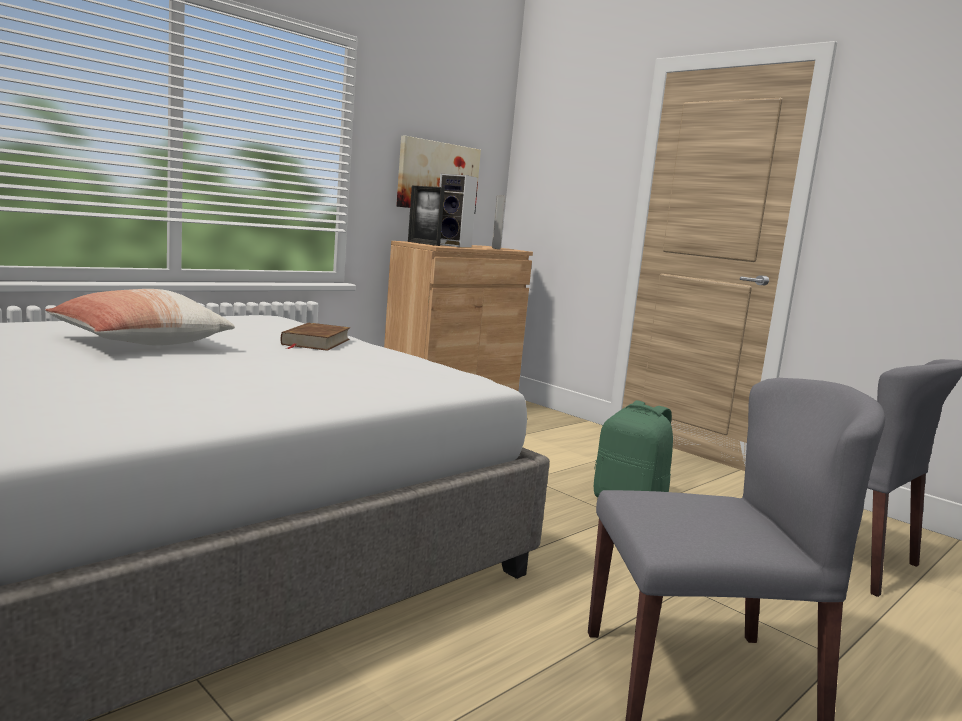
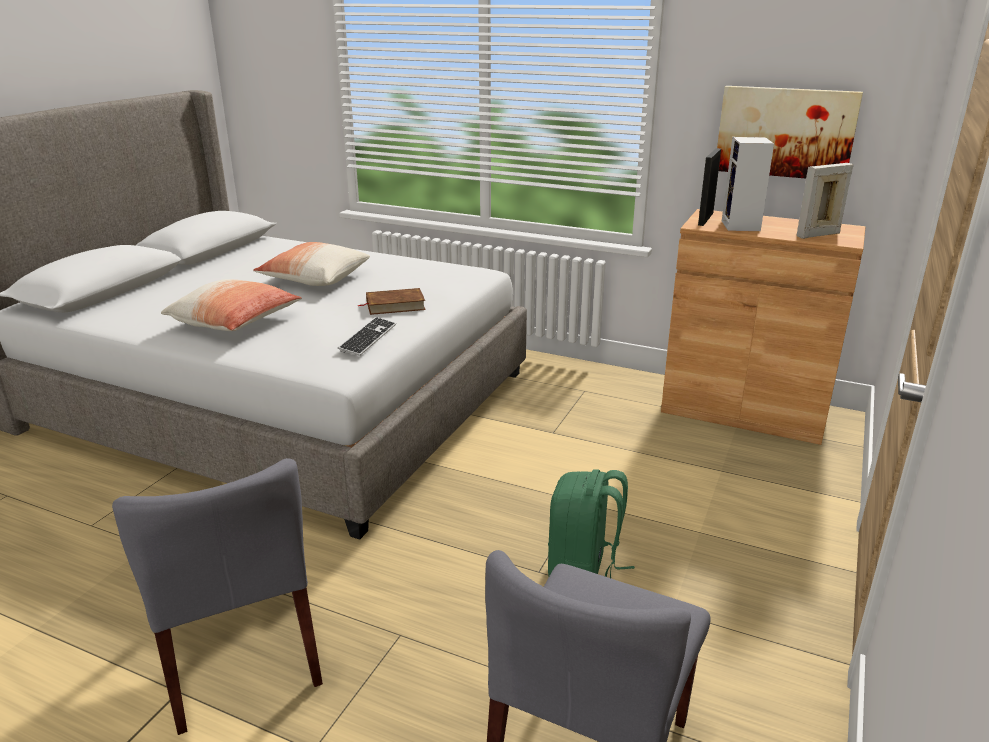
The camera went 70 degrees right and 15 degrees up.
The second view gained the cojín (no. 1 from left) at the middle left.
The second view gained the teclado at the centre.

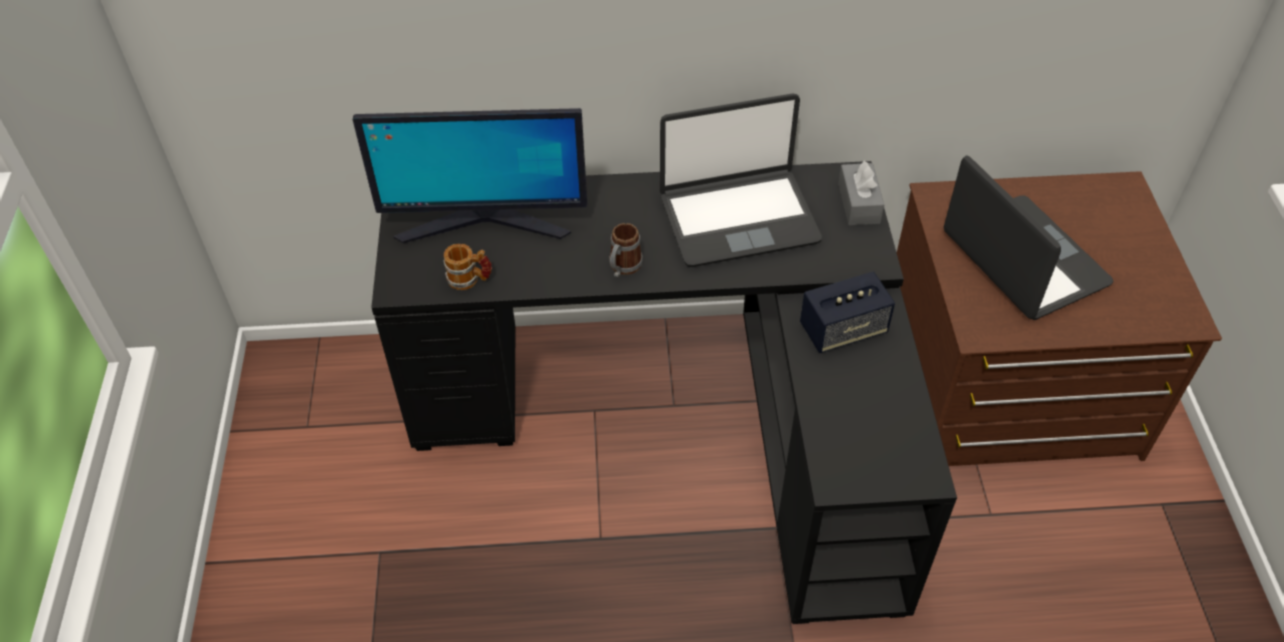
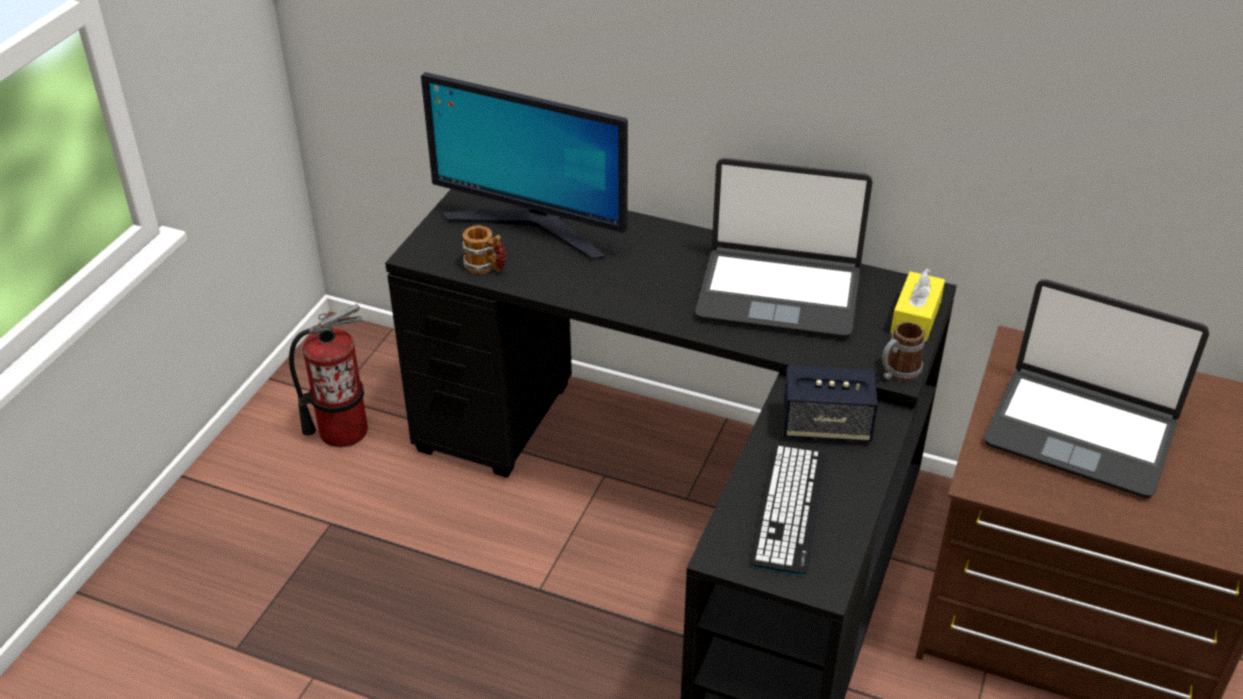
The camera went 25 degrees right and 10 degrees down.
The portátil (no. 2 from left) at the middle right ended up facing another way, 120 degrees clockwise from before.
What was the caja de pañuelos [gris] at the top right turned into the caja de pañuelos [amarillo] at the middle right.
The taza grande (no. 2 from left) ended up elsewhere, having gone from the centre to the middle right.
The second view gained the extintor at the middle left.
The second view gained the teclado at the bottom centre.

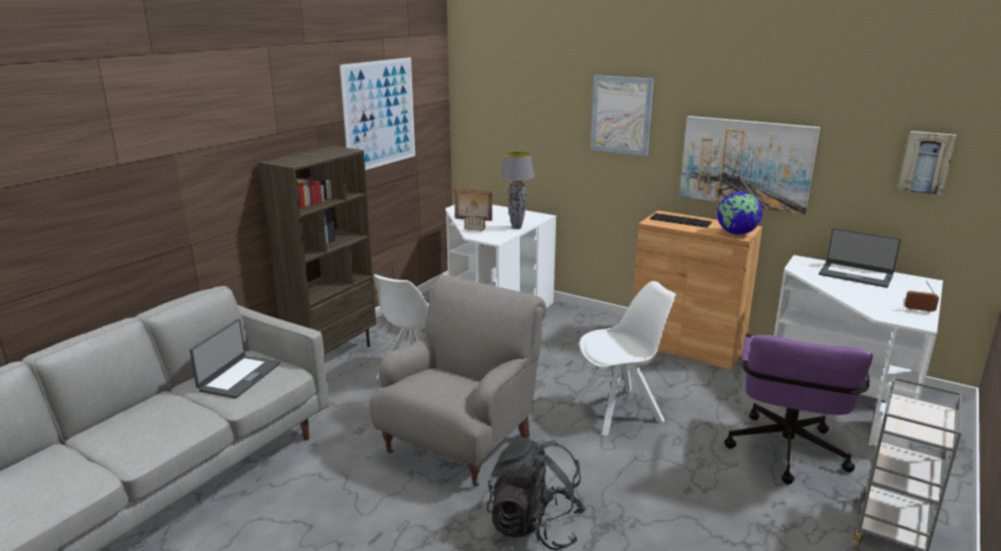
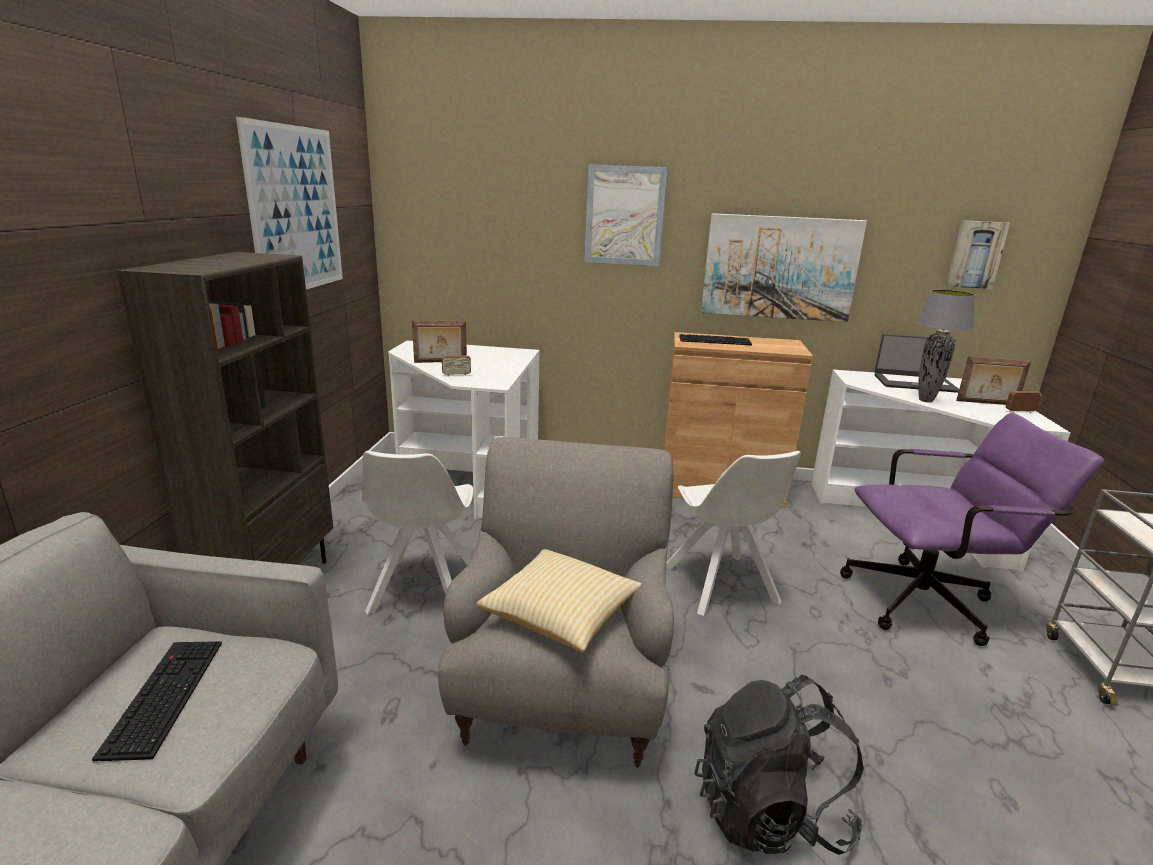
The camera went 25 degrees left and 0 degrees up.
The lámpara de mesa [gris] ended up elsewhere, having gone from the centre to the middle right.
The second view lost the globo terráqueo at the middle right.
The silla [blanco] (no. 2 from left) at the centre ended up facing another way, 120 degrees clockwise from before.
Where the portátil (no. 1 from left) stood at the middle left, the teclado (no. 1 from left) came to stand at the bottom left.
The silla de oficina [morado] at the bottom right ended up facing another way, 90 degrees counterclockwise from before.
The second view gained the portarretratos (no. 2 from left) at the middle right.
The second view gained the cojín at the bottom centre.

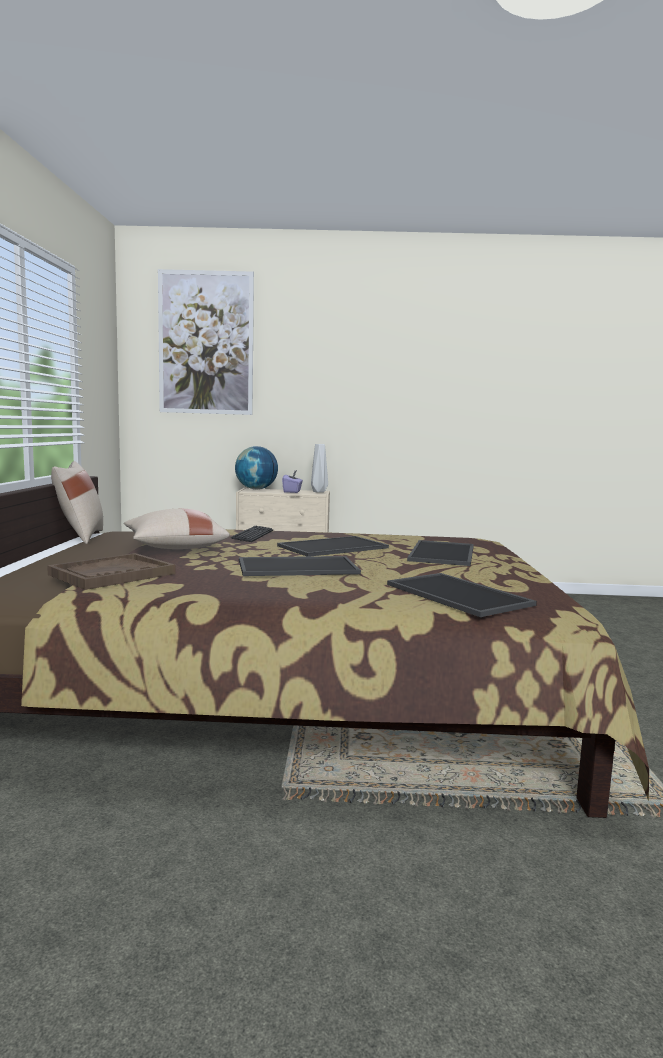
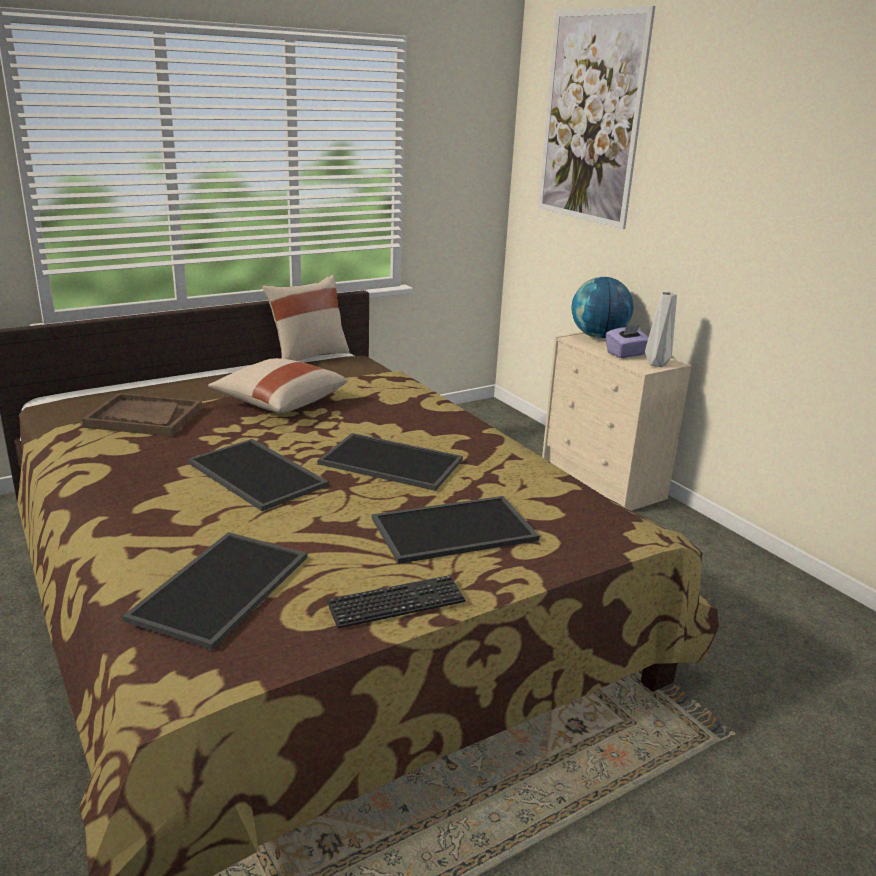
The camera went 55 degrees right and 15 degrees up.
The teclado ended up elsewhere, having gone from the centre to the bottom centre.

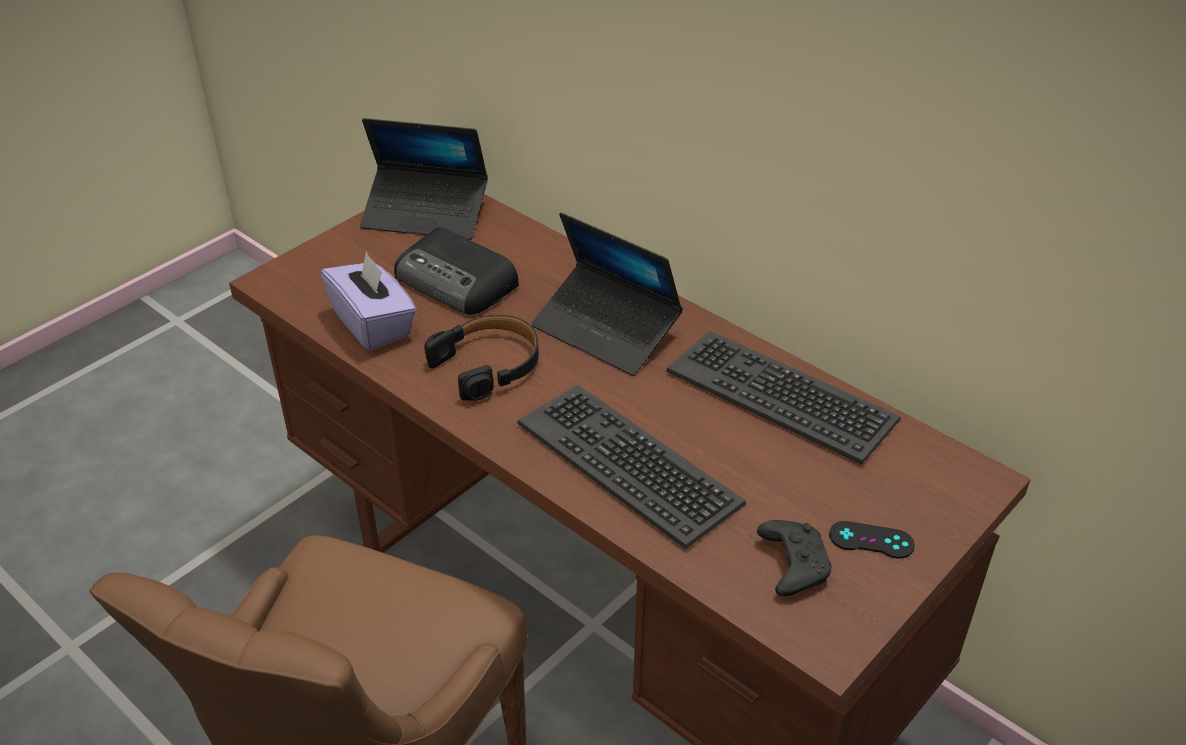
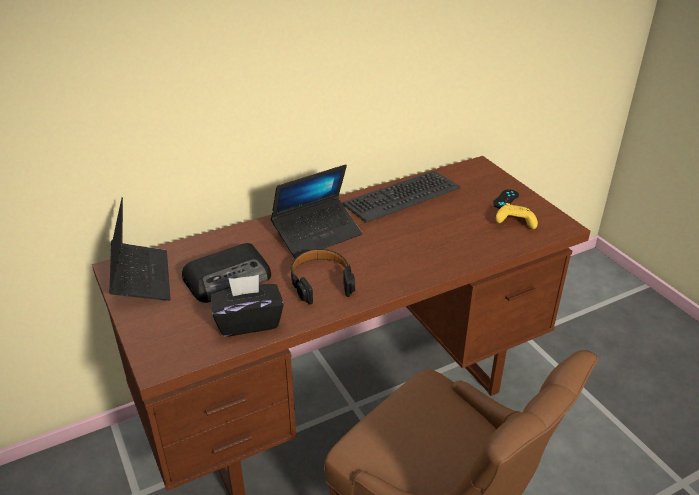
The camera went 70 degrees left and 5 degrees down.
The portátil (no. 1 from left) at the top centre ended up facing another way, 45 degrees counterclockwise from before.
What was the caja de pañuelos [morado] at the middle left turned into the caja de pañuelos [negro] at the centre.
The second view lost the teclado (no. 1 from left) at the centre.
What was the mando de consola [negro] (no. 1 from left) at the bottom right turned into the mando de consola [amarillo] at the middle right.

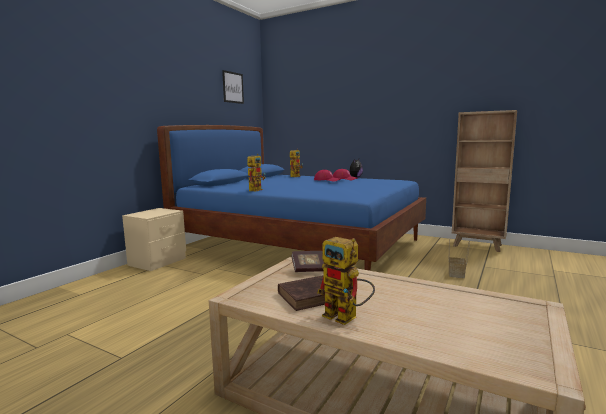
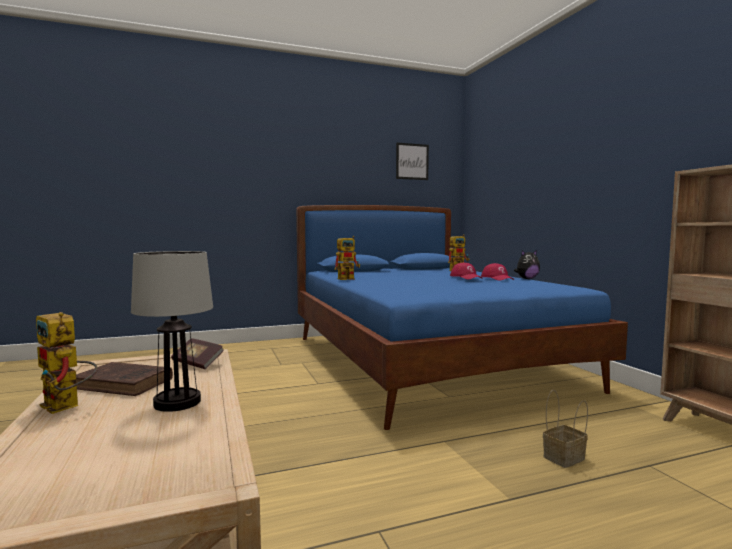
The camera went 40 degrees right and 5 degrees down.
The second view lost the mesita de noche [beis] at the middle left.
The robot de juguete (no. 3 from left in the first image) at the bottom centre ended up facing another way, 45 degrees counterclockwise from before.
The second view gained the lámpara de mesa at the middle left.

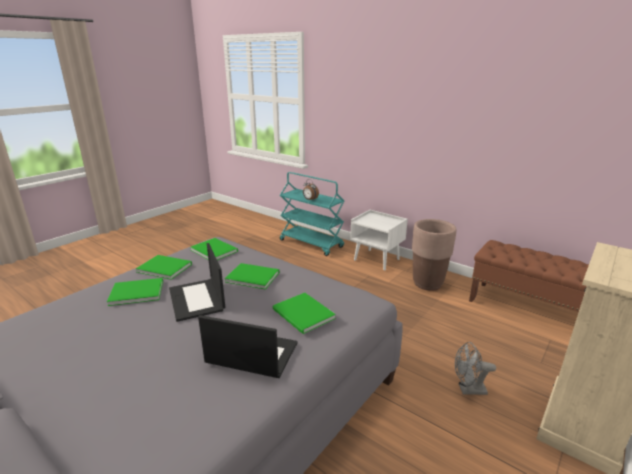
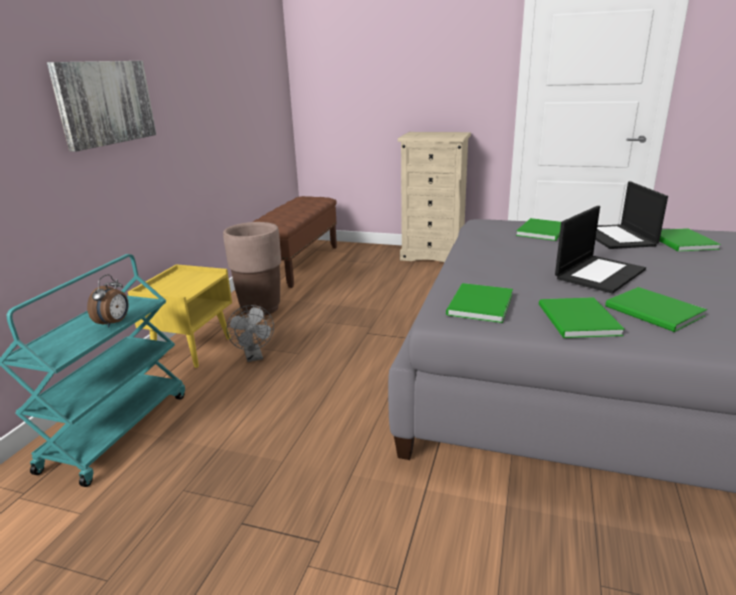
The camera went 110 degrees left and 0 degrees up.
What was the mesita de noche [blanco] at the centre turned into the mesita de noche [amarillo] at the middle left.
The libro [verde] (no. 4 from left in the first image) ended up elsewhere, having gone from the centre to the middle right.
The ventilador [gris] ended up elsewhere, having gone from the bottom right to the centre.
The second view gained the cuadro at the top left.

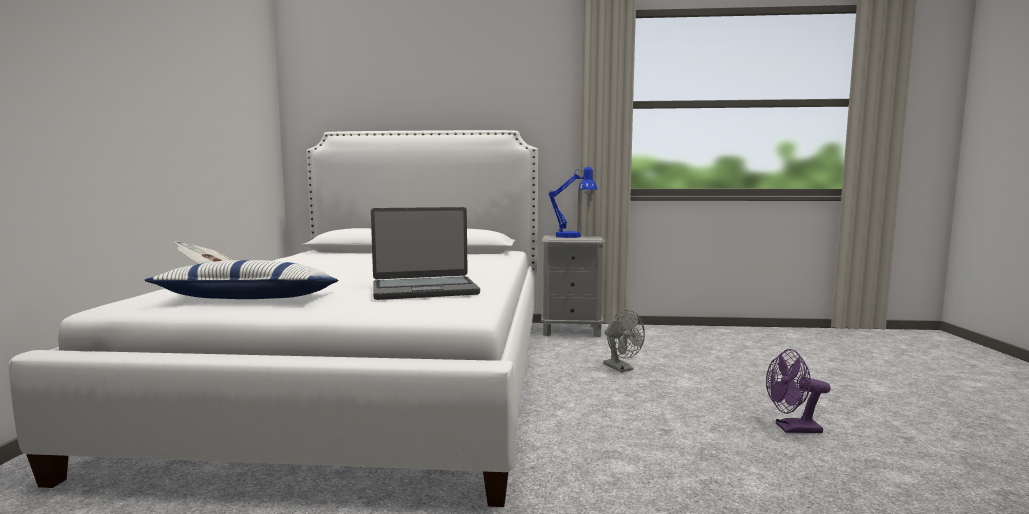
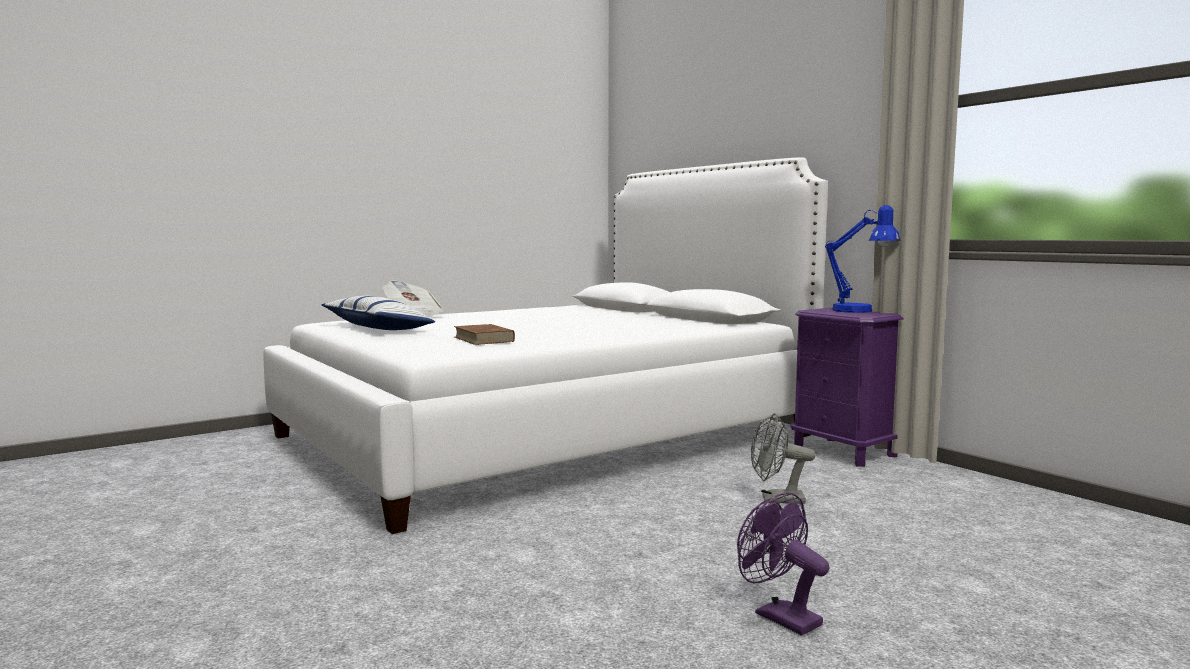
The camera went 50 degrees right and 0 degrees up.
Where the portátil stood at the centre, the libro [marrón] came to stand at the centre.
What was the mesita de noche [gris] at the centre turned into the mesita de noche [morado] at the middle right.
The ventilador [gris] at the centre ended up facing another way, 75 degrees clockwise from before.

